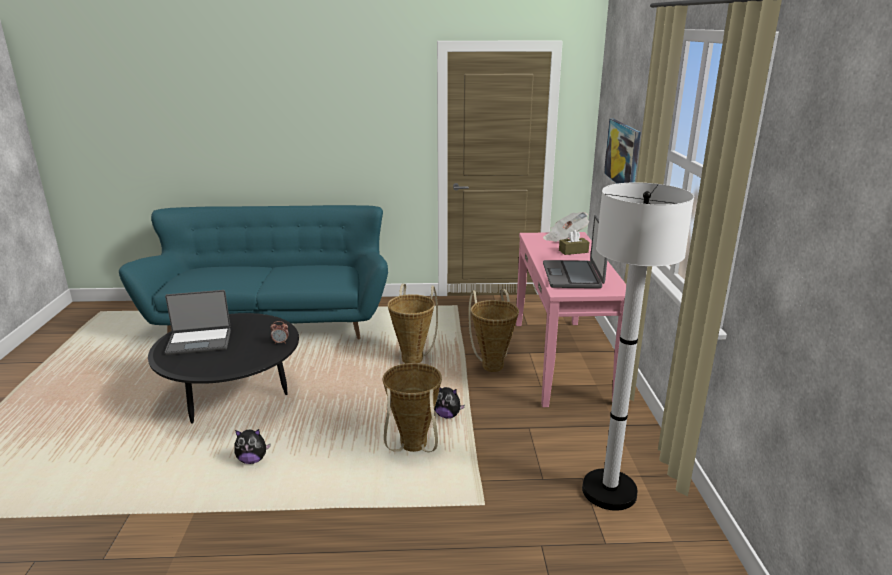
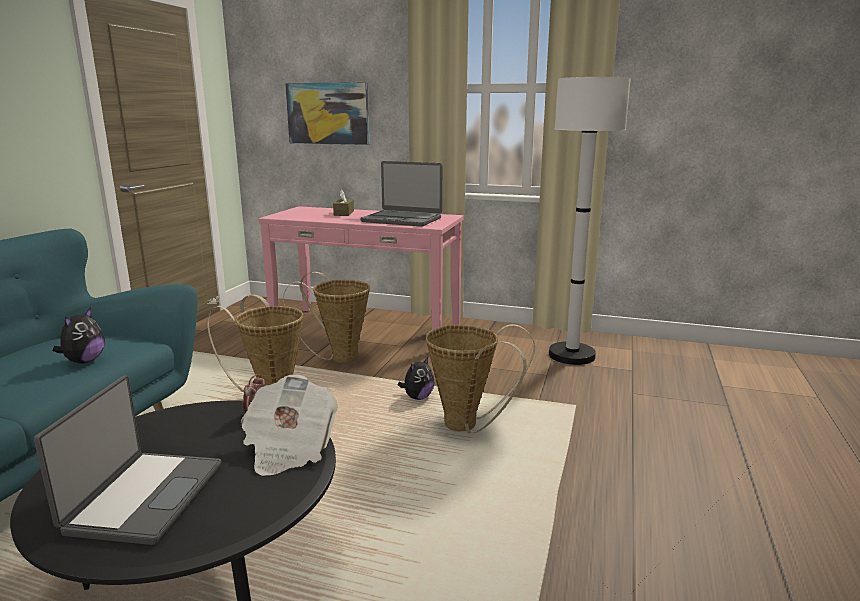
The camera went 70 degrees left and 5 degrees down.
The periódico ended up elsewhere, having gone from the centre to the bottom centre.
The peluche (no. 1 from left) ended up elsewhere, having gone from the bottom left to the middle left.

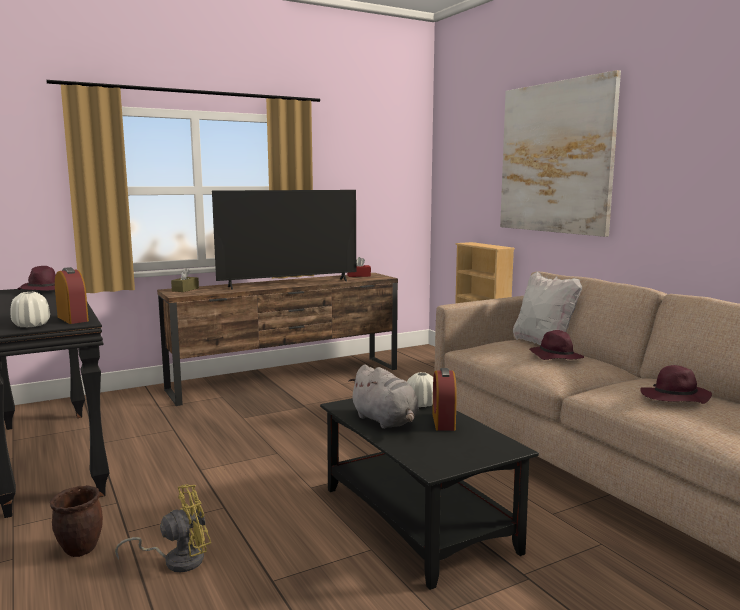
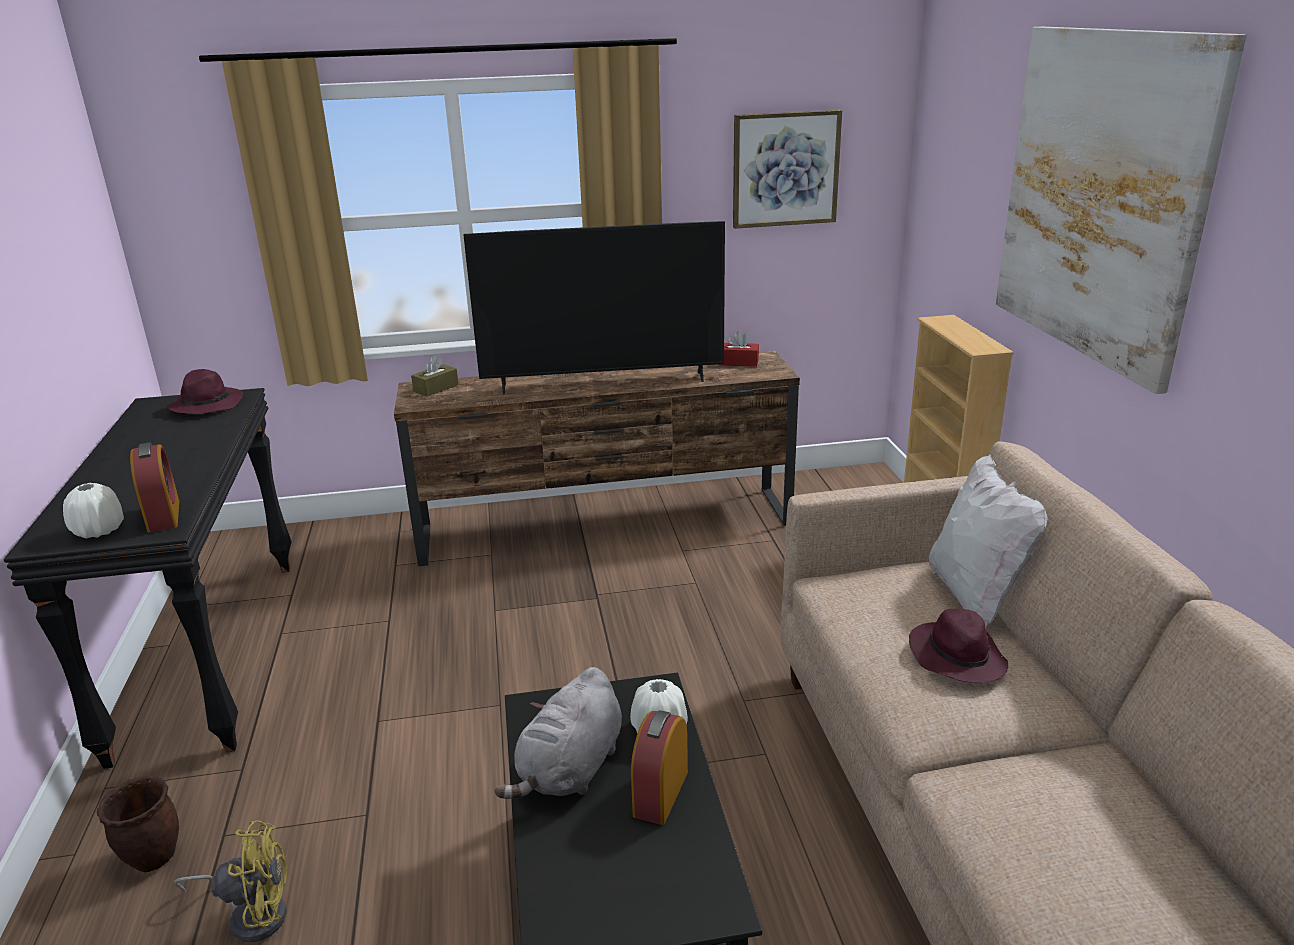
The camera went 20 degrees right and 15 degrees up.
The peluche [gris] at the centre ended up facing another way, 45 degrees clockwise from before.
The second view lost the sombrero [morado] (no. 3 from left) at the middle right.
The second view gained the cuadro (no. 1 from left) at the top centre.

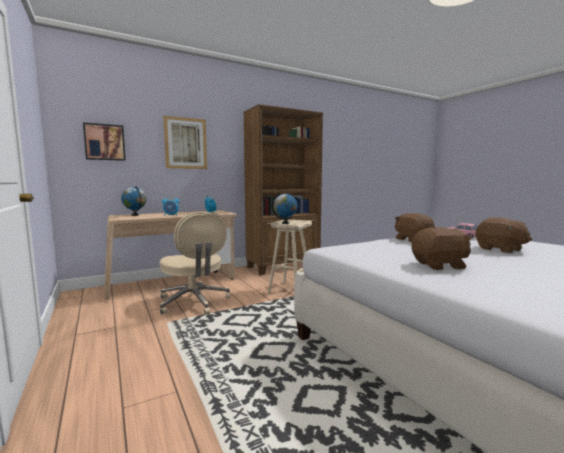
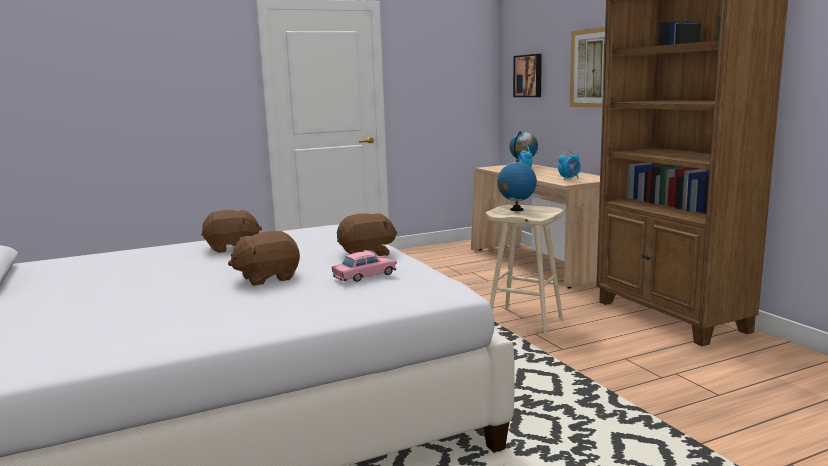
The camera went 95 degrees right and 5 degrees up.
The second view lost the silla de oficina [beis] at the centre.
The peluche [marrón] (no. 2 from left in the first image) at the middle right ended up facing another way, 105 degrees counterclockwise from before.

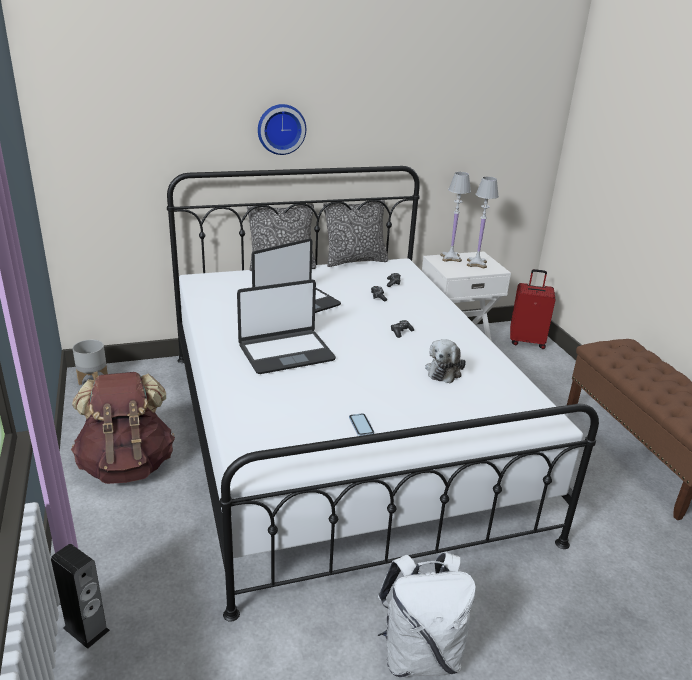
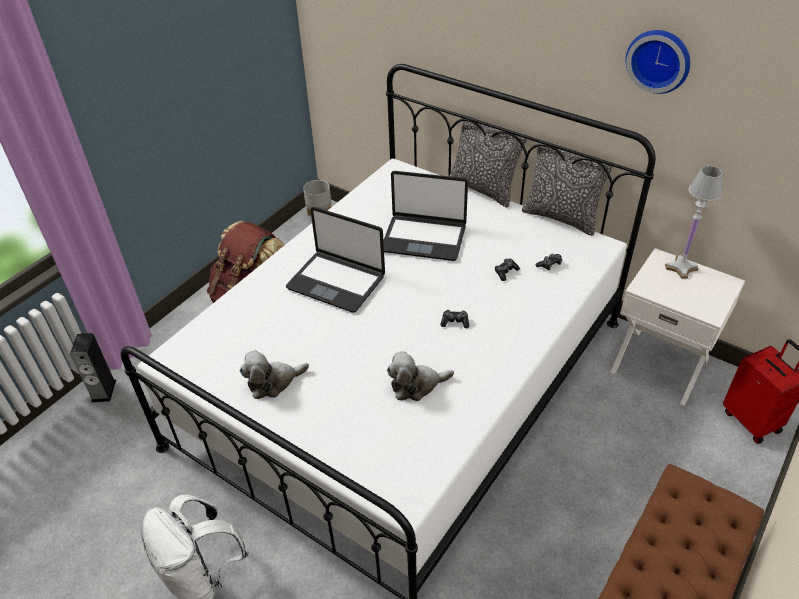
The camera went 55 degrees right and 15 degrees up.
The reloj de pared ended up elsewhere, having gone from the top centre to the top right.
The second view lost the lámpara de mesa [blanco] (no. 2 from left) at the top right.
Where the móvil stood at the centre, the peluche (no. 1 from left) came to stand at the centre.

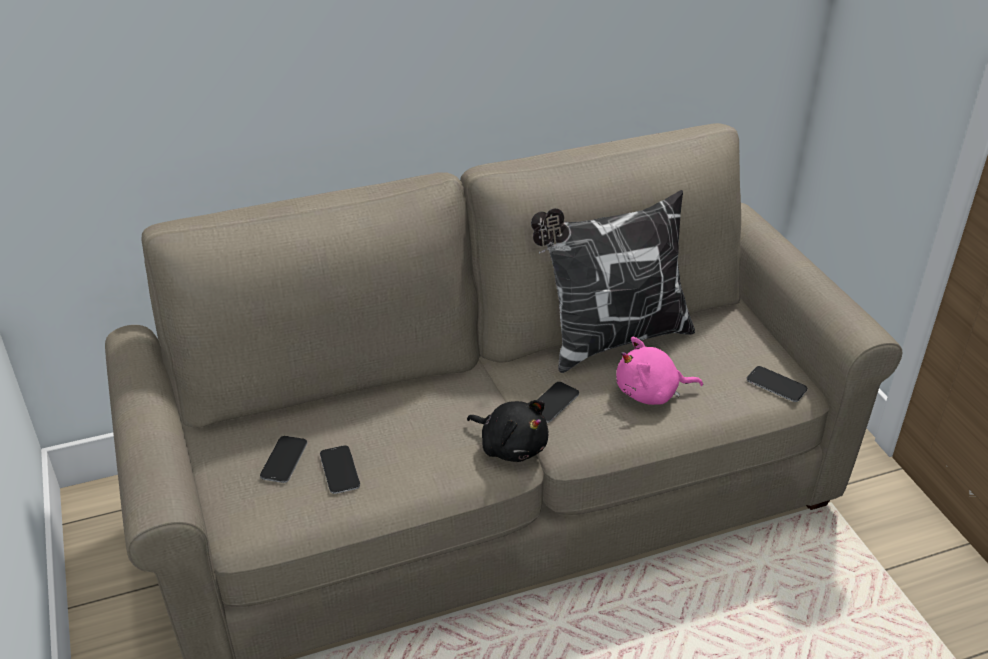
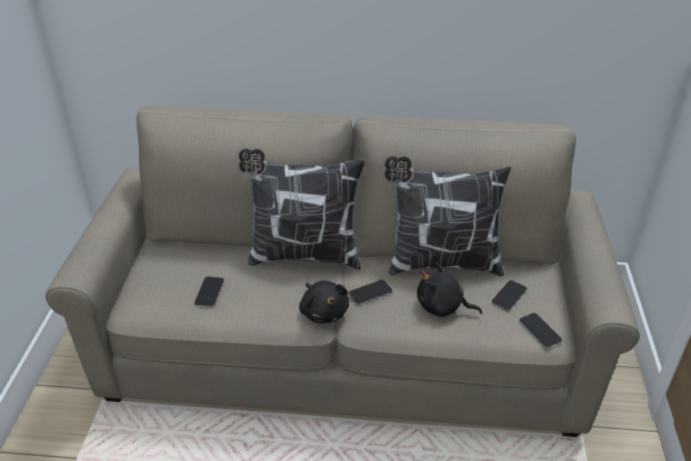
The camera went 25 degrees right and 0 degrees up.
What was the peluche [rosa] at the middle right turned into the peluche [negro] (no. 2 from left) at the centre.
The móvil (no. 1 from left in the first image) ended up elsewhere, having gone from the bottom left to the middle right.
The second view gained the cojín (no. 1 from left) at the centre.

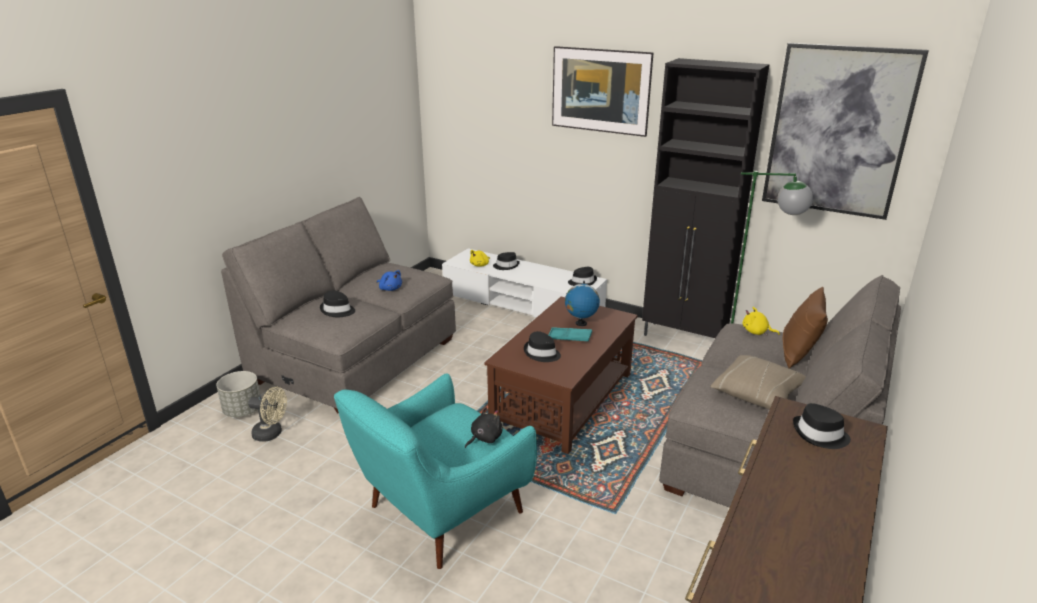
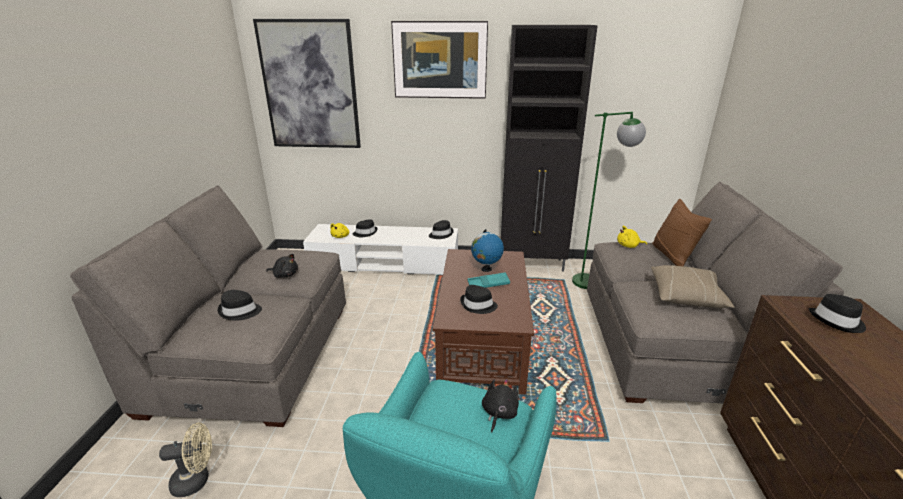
The camera went 25 degrees left and 0 degrees up.
The cuadro (no. 2 from left in the first image) ended up elsewhere, having gone from the top right to the top centre.
What was the peluche [azul] at the centre turned into the peluche [negro] (no. 1 from left) at the middle left.
The second view lost the maceta [gris] at the middle left.

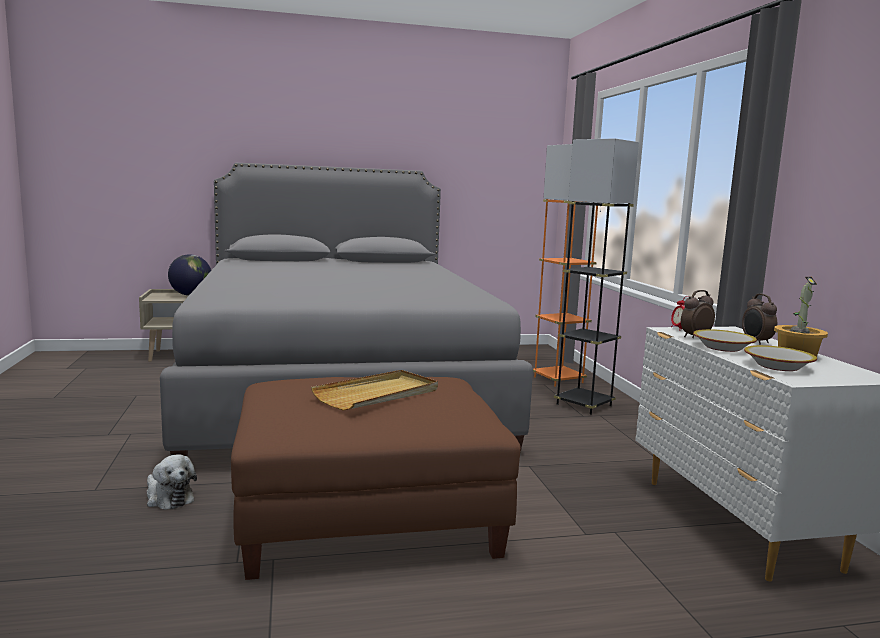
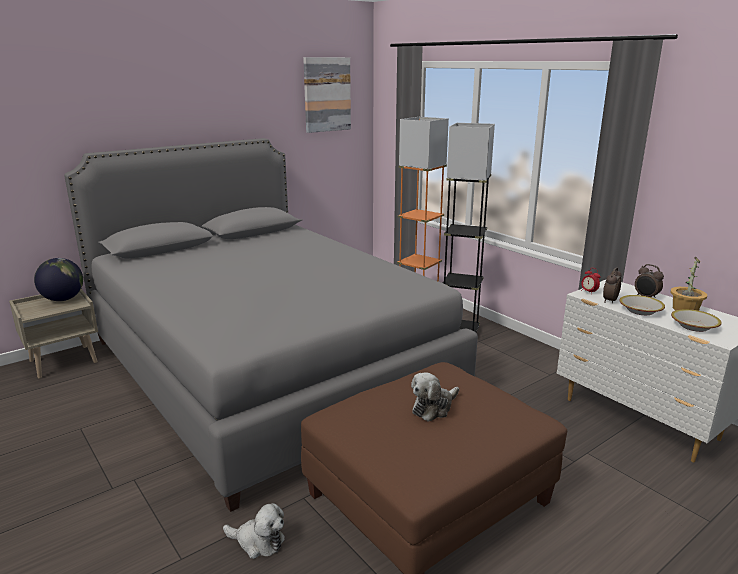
The camera went 25 degrees left and 10 degrees up.
Where the bandeja [beis] stood at the centre, the peluche (no. 2 from left) came to stand at the bottom centre.
The second view gained the cuadro at the top centre.

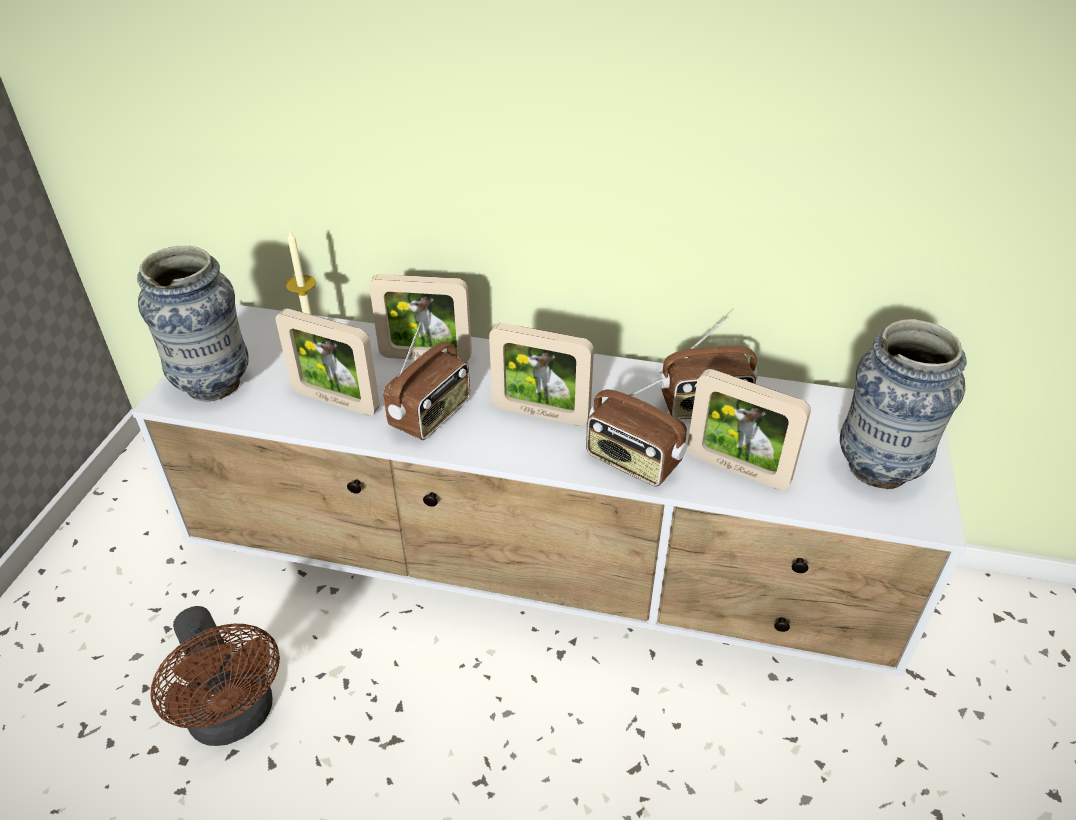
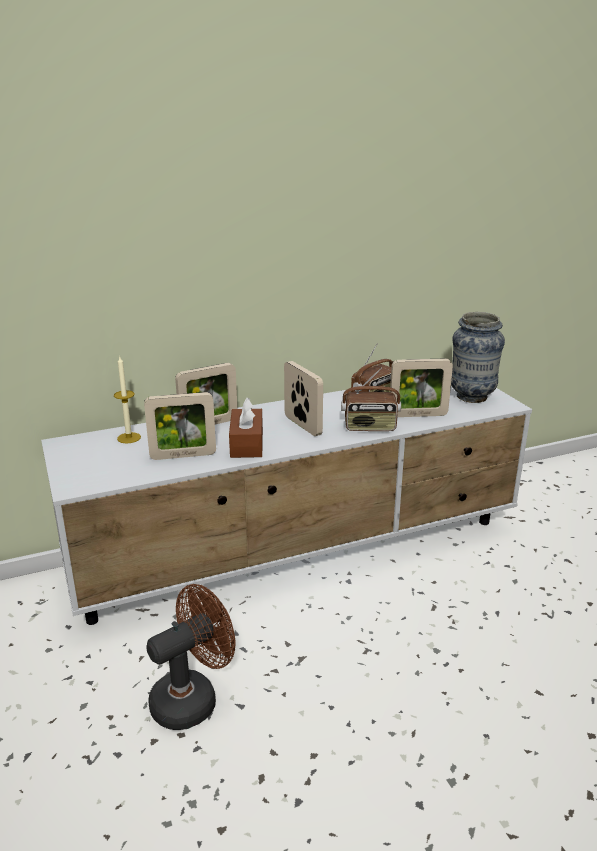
The camera went 35 degrees left and 15 degrees down.
The second view lost the florero (no. 1 from left) at the middle left.
Where the radio (no. 1 from left) stood at the centre, the caja de pañuelos [marrón] came to stand at the centre.
The portarretratos (no. 3 from left) at the centre ended up facing another way, 105 degrees counterclockwise from before.
The ventilador [marrón] at the bottom left ended up facing another way, 60 degrees counterclockwise from before.

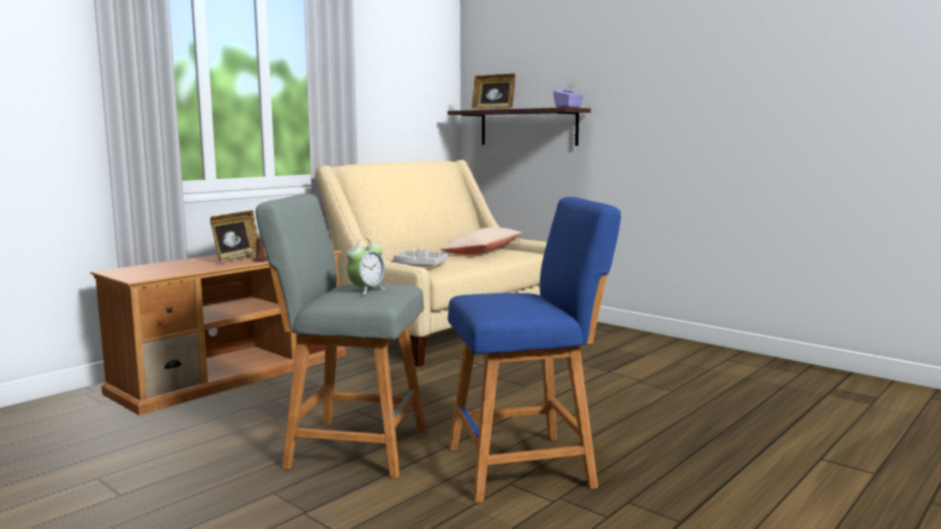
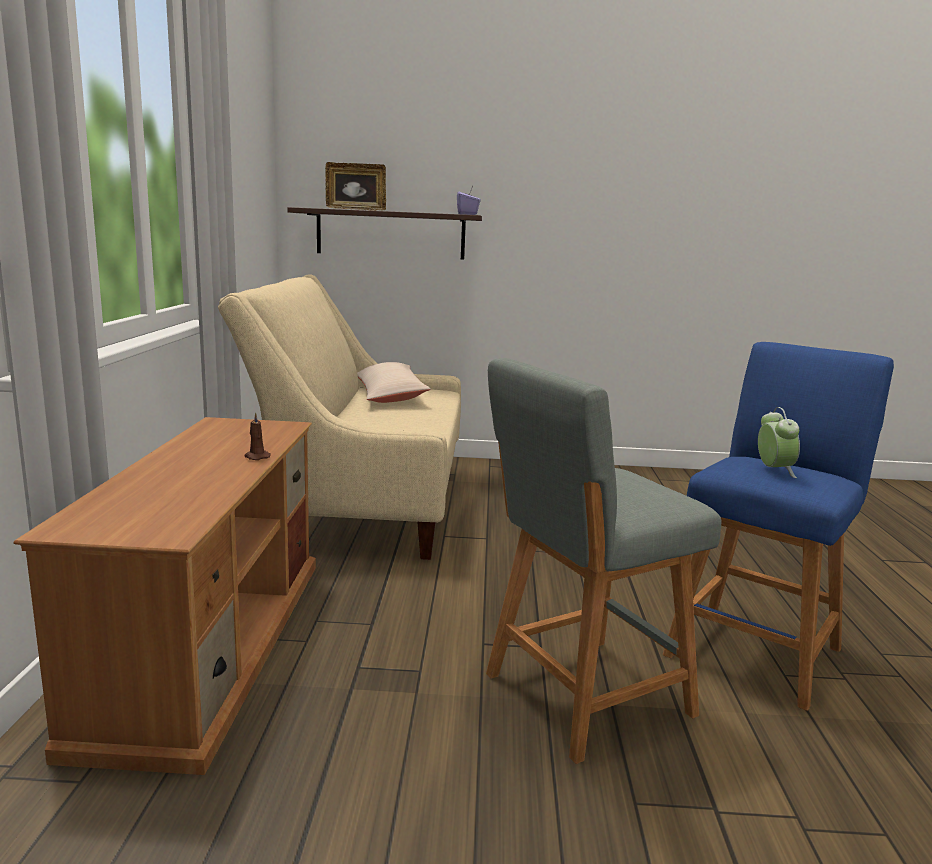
The camera went 40 degrees left and 5 degrees up.
The second view lost the portarretratos (no. 1 from left) at the middle left.
The despertador ended up elsewhere, having gone from the centre to the middle right.
The second view lost the bandeja [gris] at the centre.

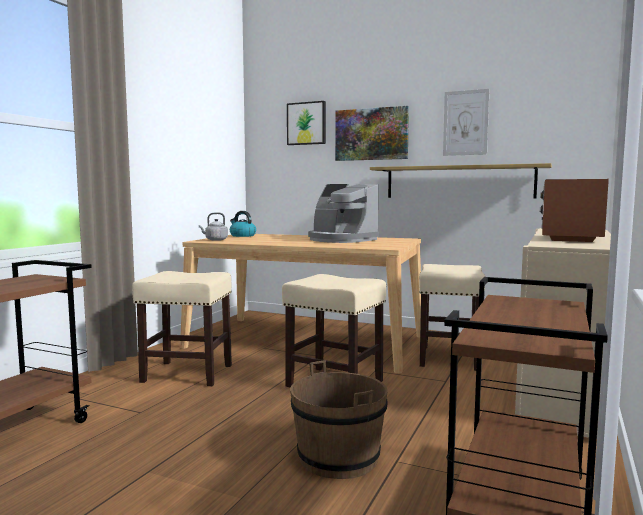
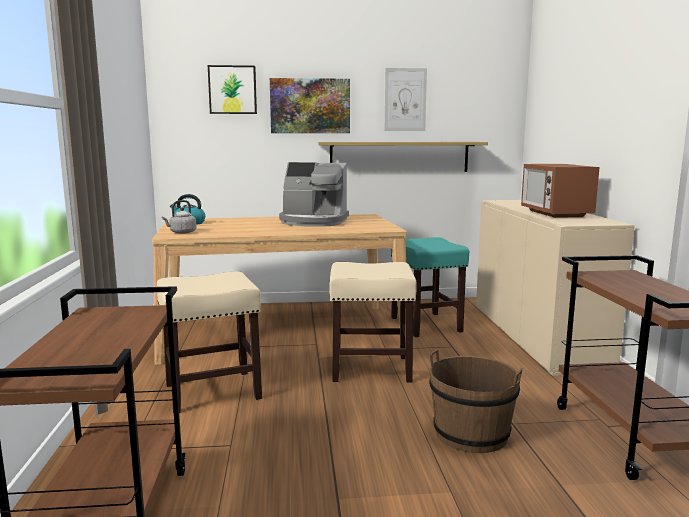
The camera went 30 degrees left and 5 degrees up.
What was the taburete [beis] (no. 3 from left) at the middle right turned into the taburete [turquesa] at the centre.

